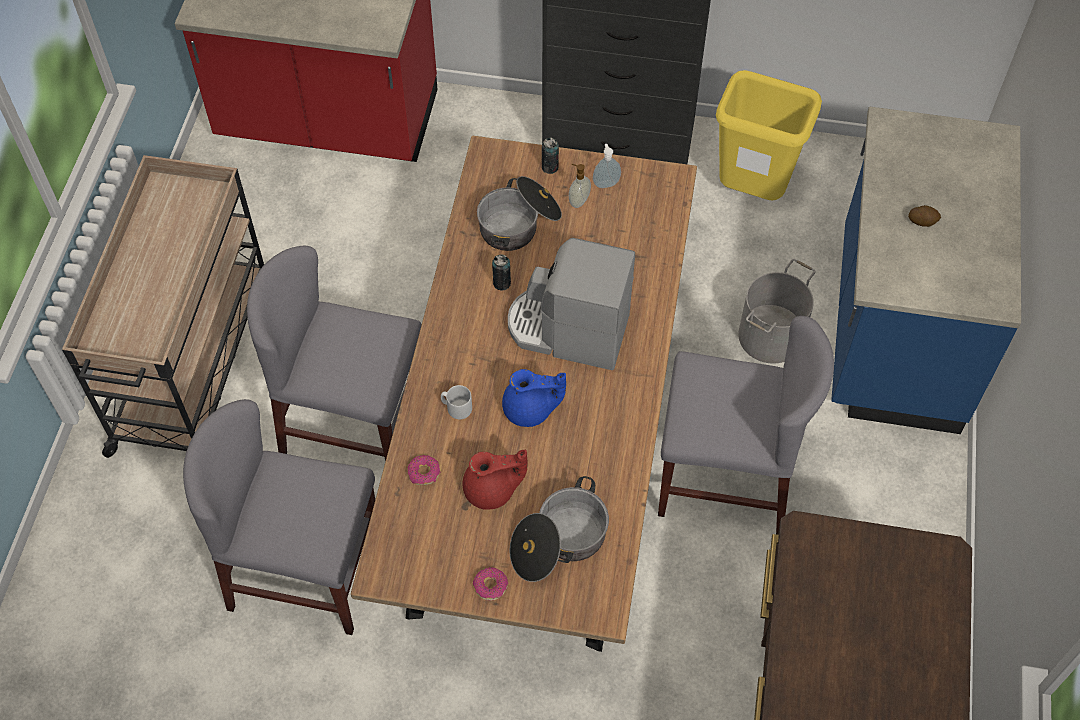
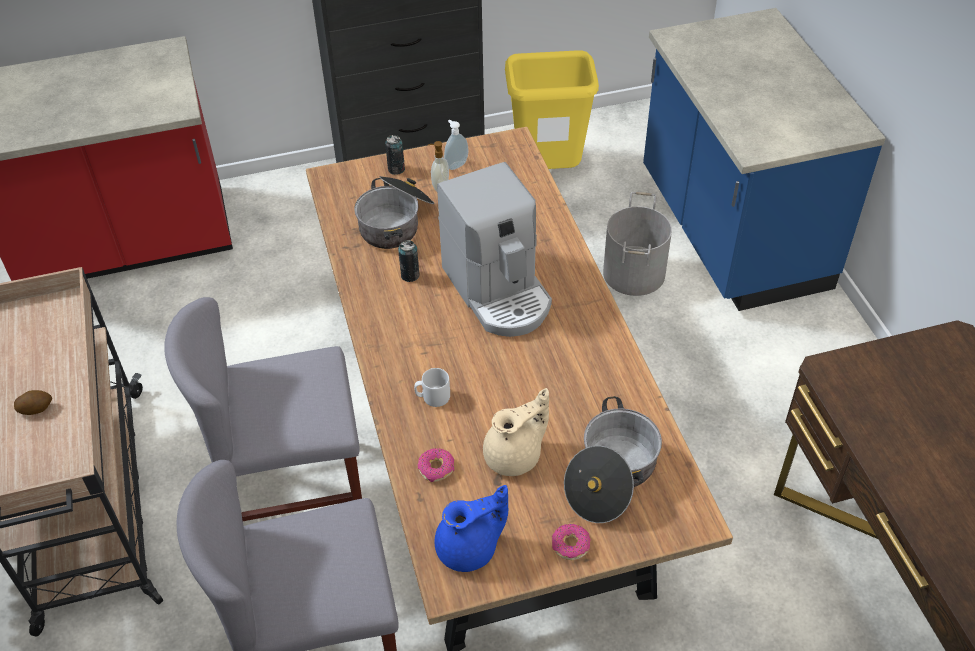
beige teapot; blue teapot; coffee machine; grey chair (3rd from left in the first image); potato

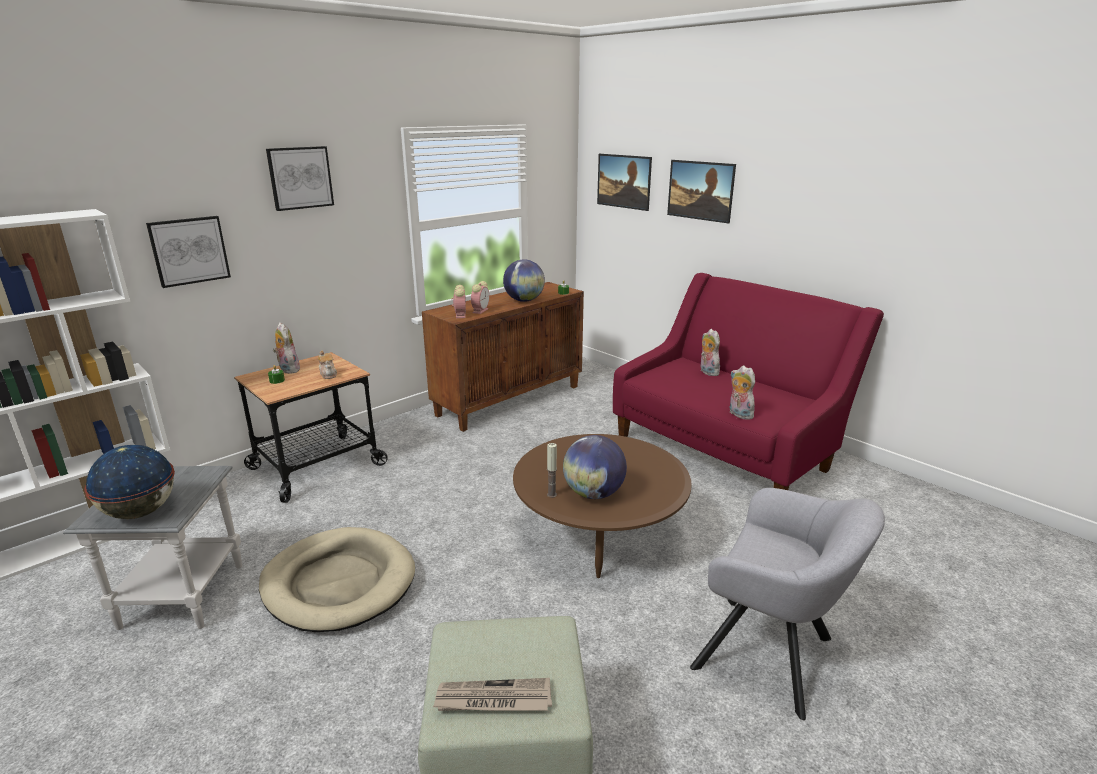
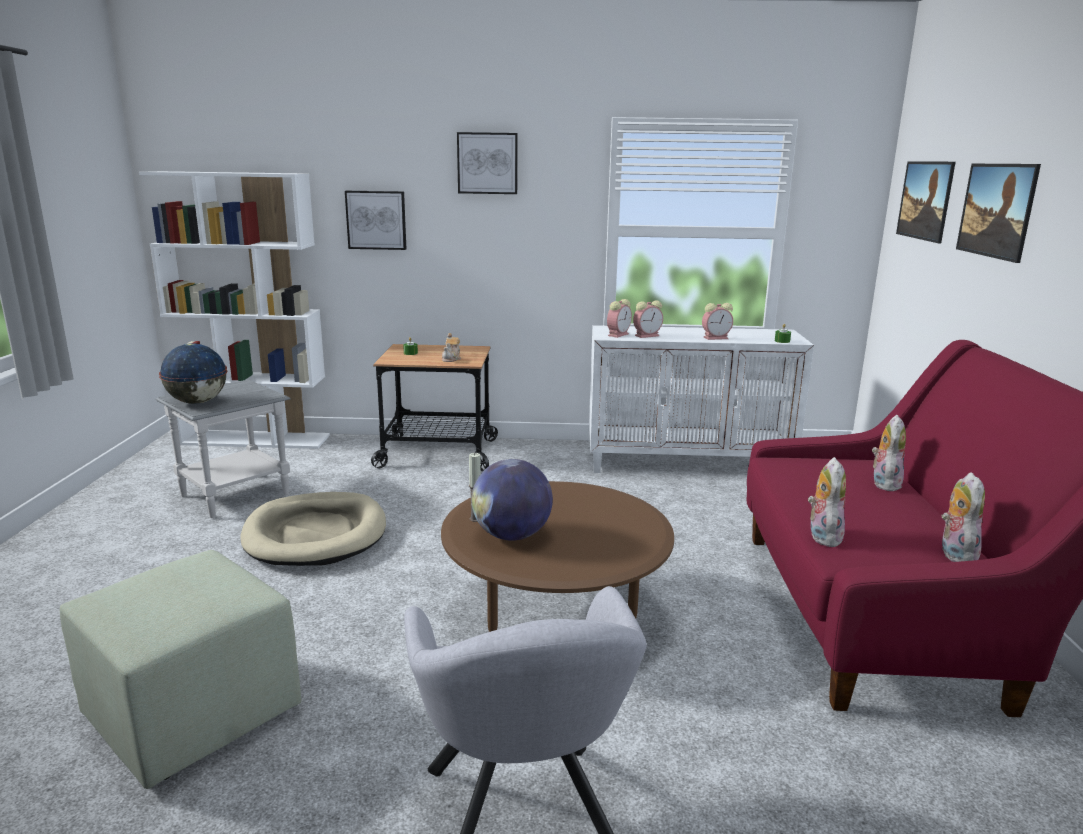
plush toy (3rd from left); white cabinet; newspaper; alarm clock (3rd from left)

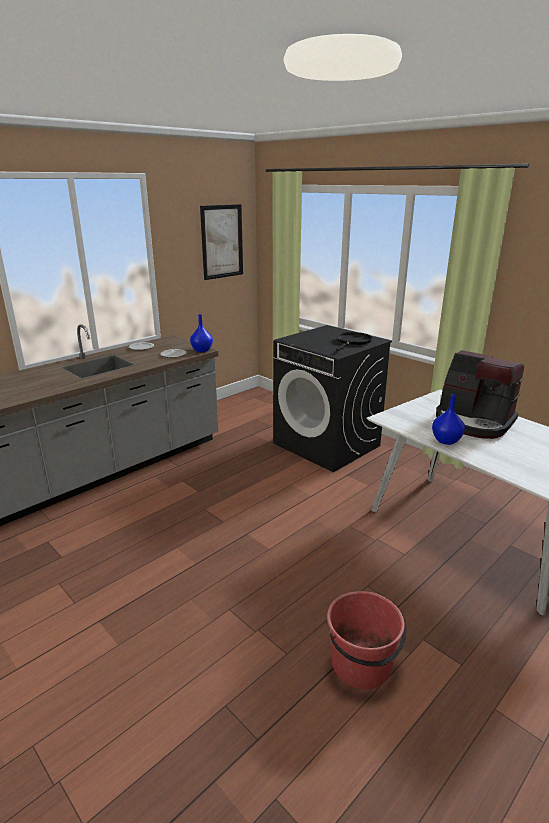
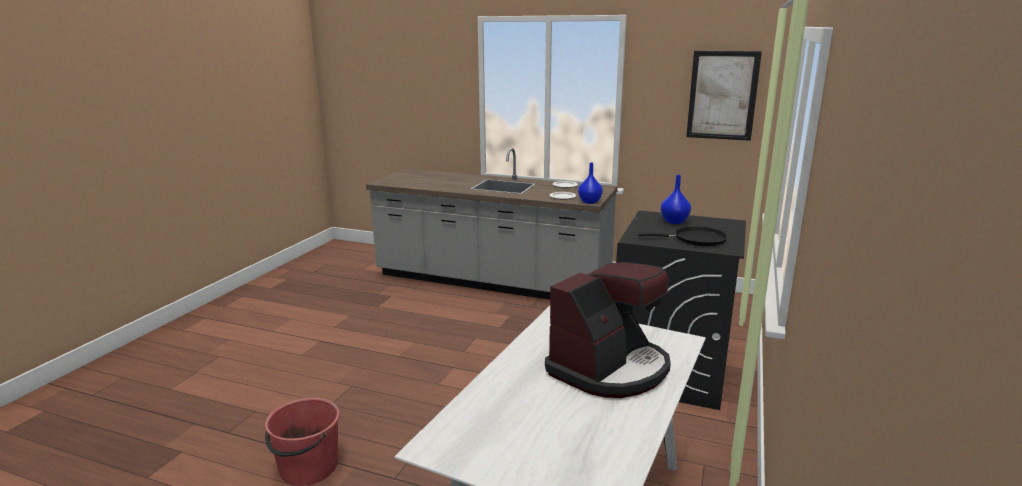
blue vase (2nd from left); coffee machine

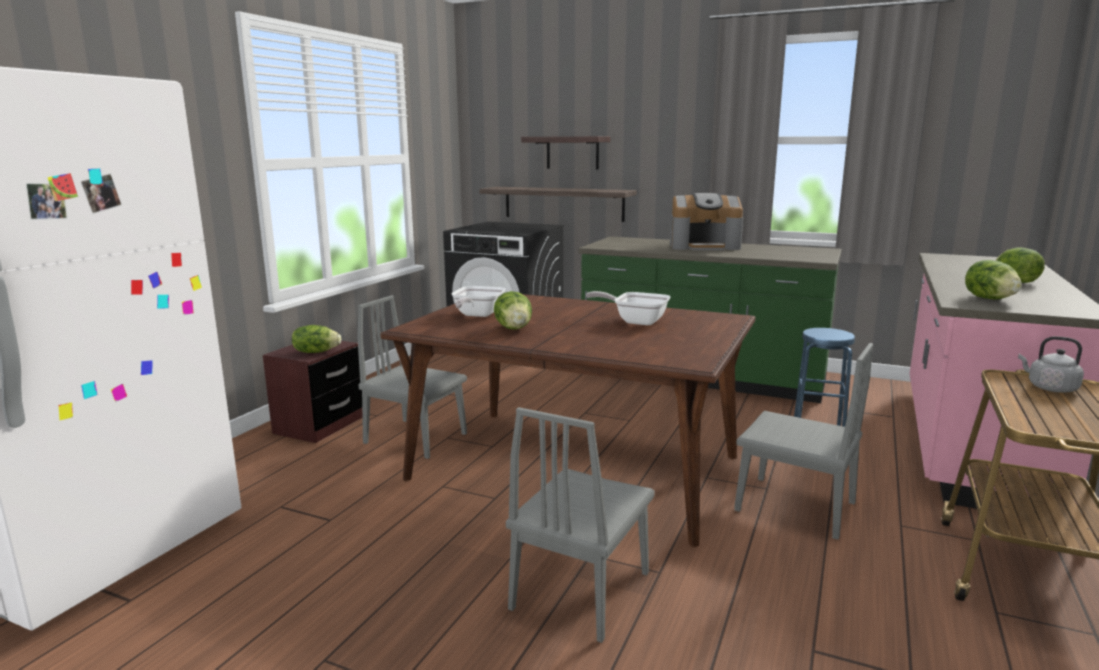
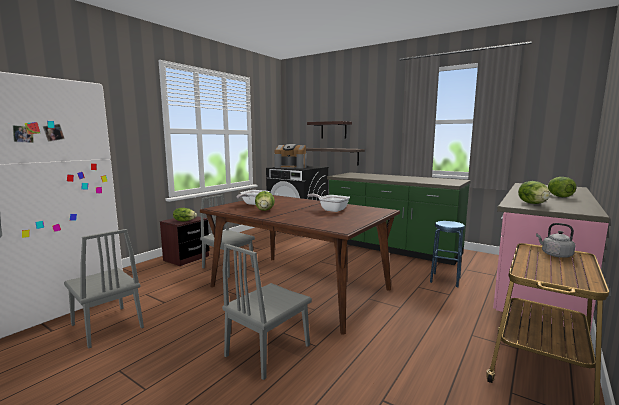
coffee machine; grey chair (1st from left)

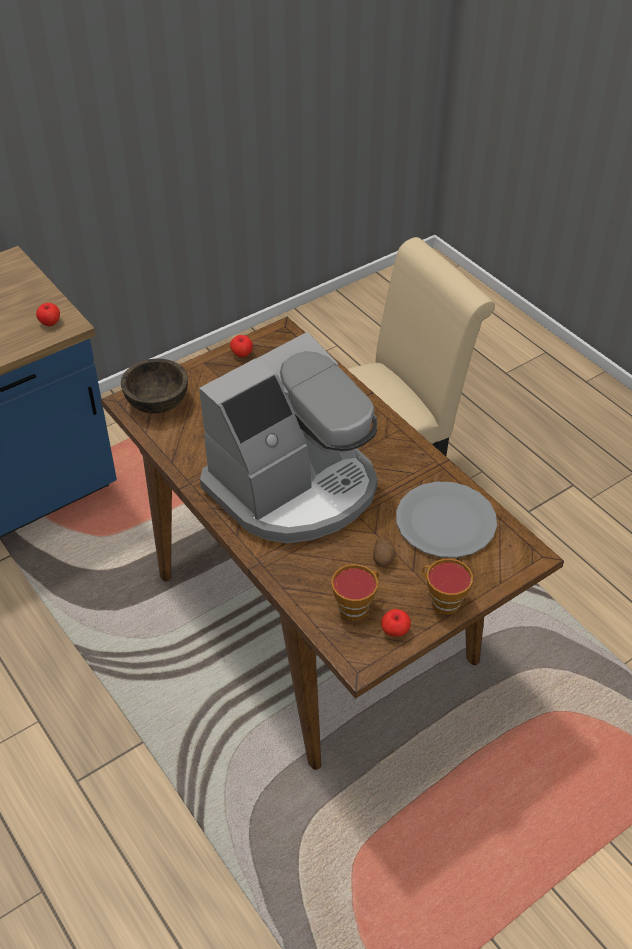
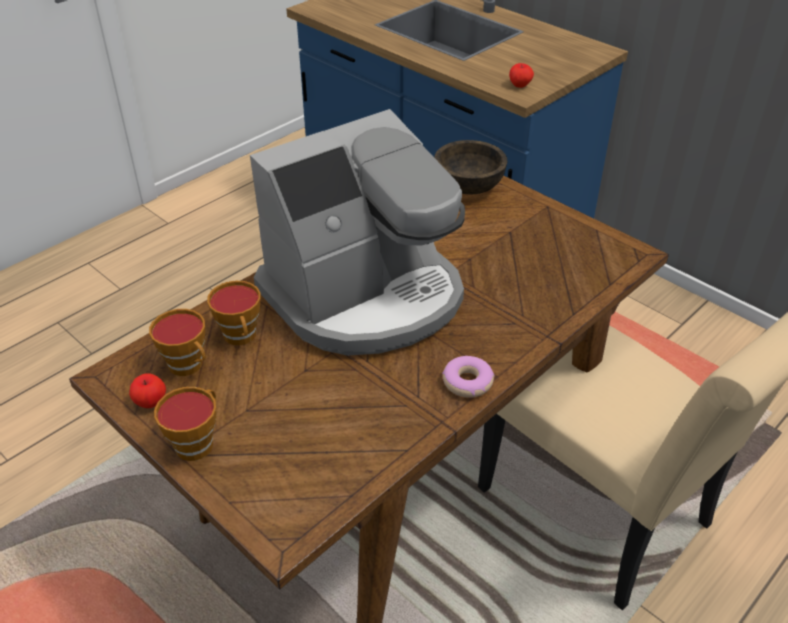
coffee machine; apple (2nd from left in the first image); potato; grey plate; cup (3rd from left); donut

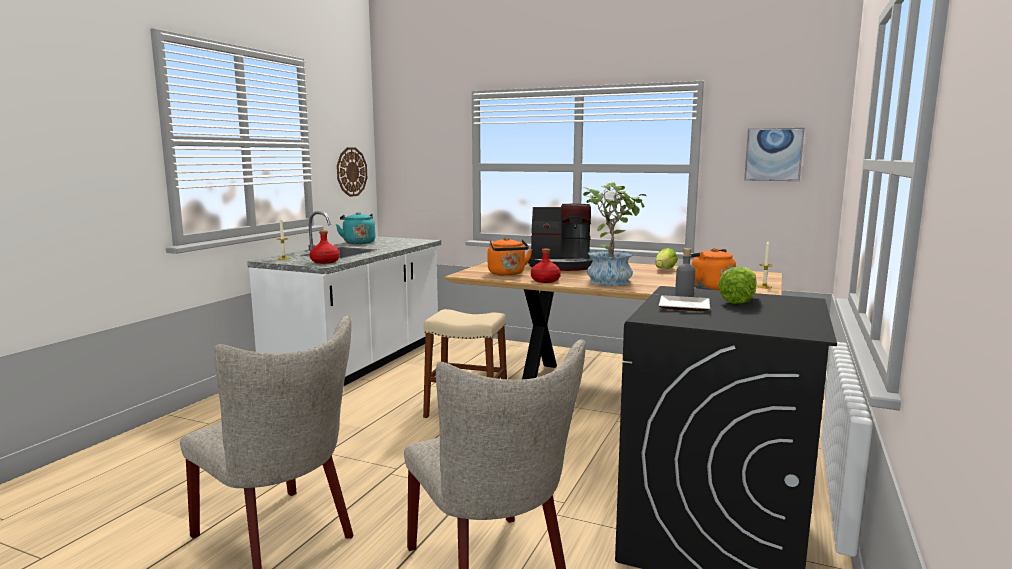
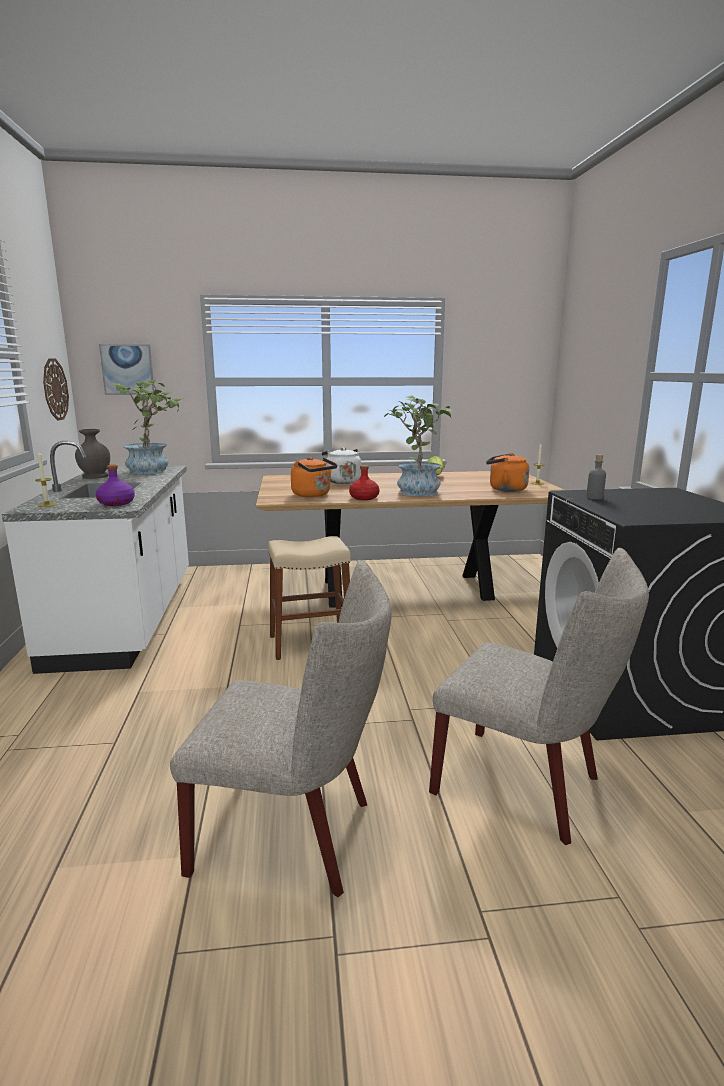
purple bottle; grey vase; white kettle; plate; lettuce (2nd from left in the first image); picture; potted plant (1st from left)

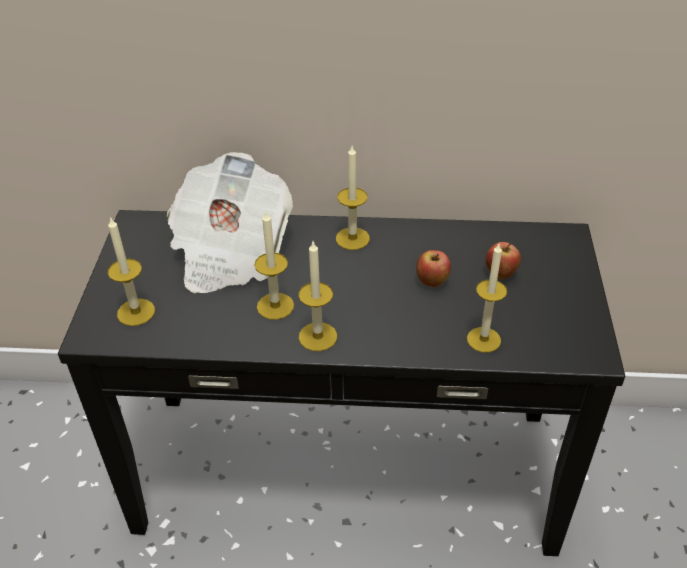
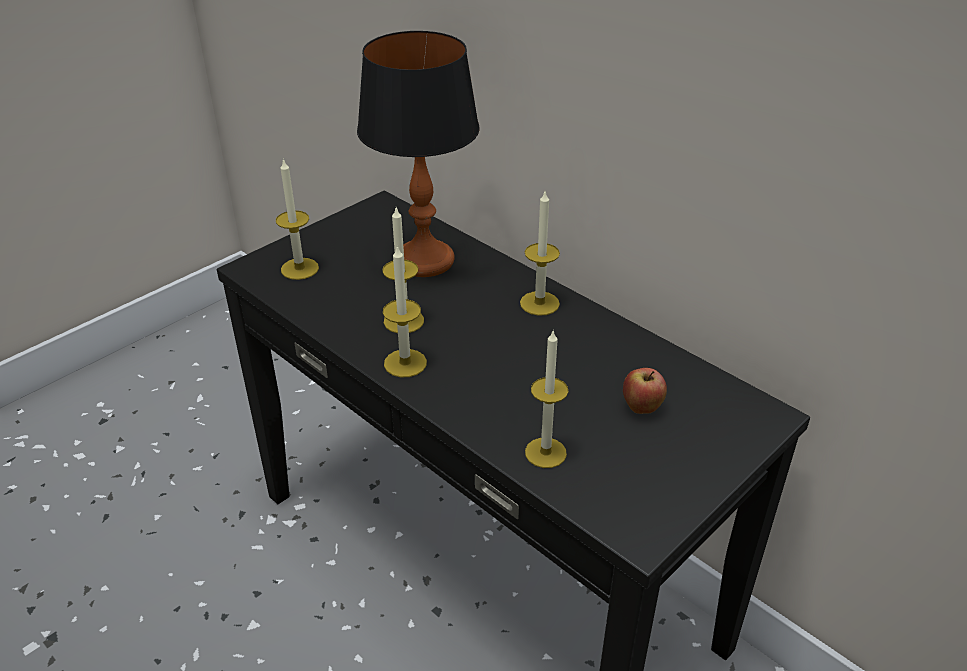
table lamp; apple (1st from left in the first image)

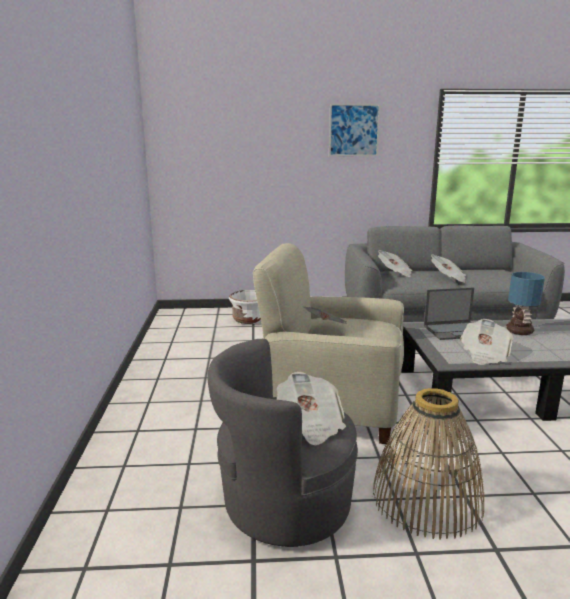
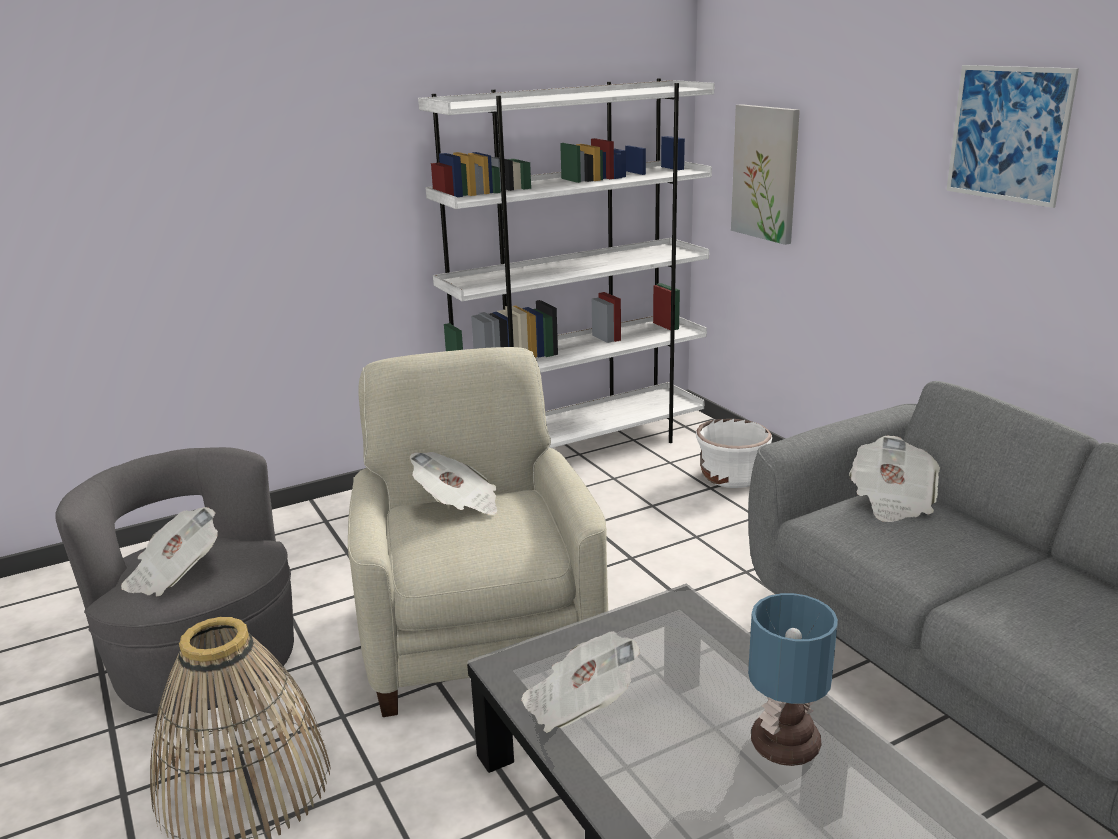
laptop; newspaper (4th from left in the first image); white bookcase; picture (1st from left)

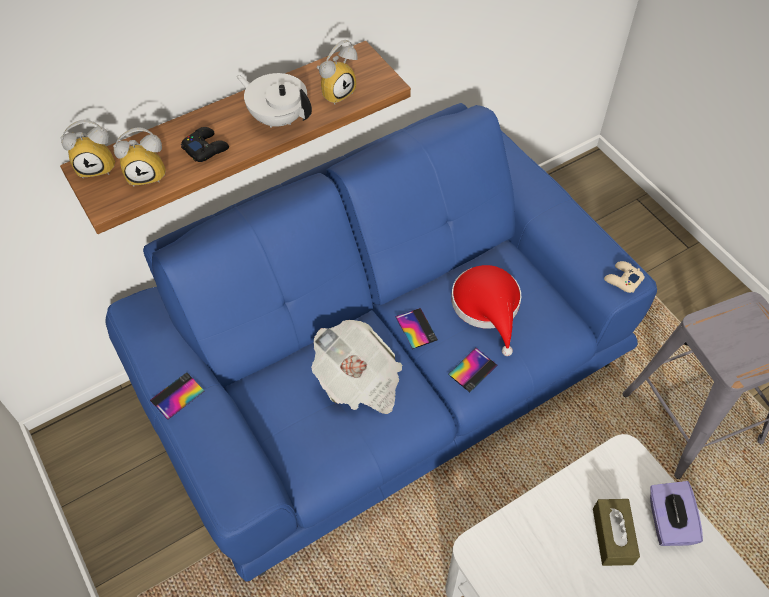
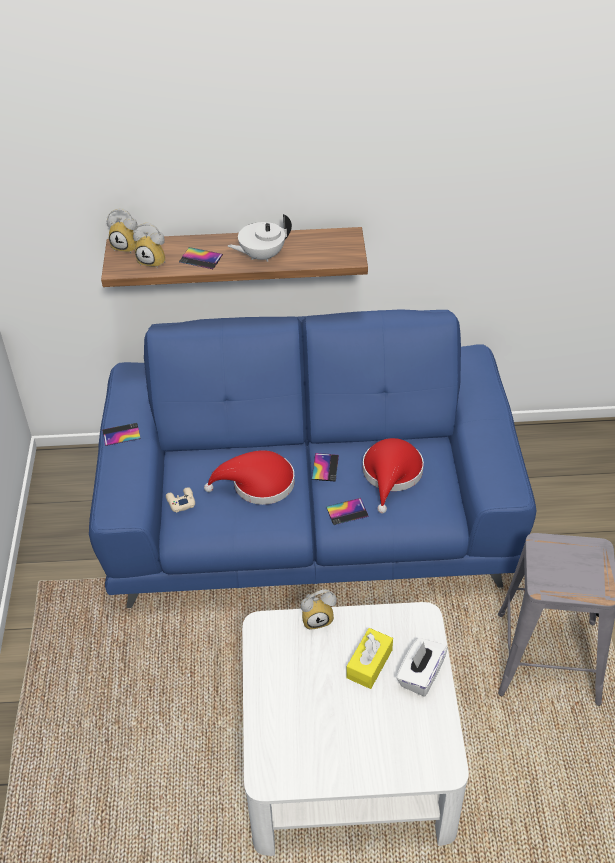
phone (2nd from left); white teapot; red hat (1st from left); alarm clock (3rd from left); yellow tissue box; beige game controller; white tissue box

